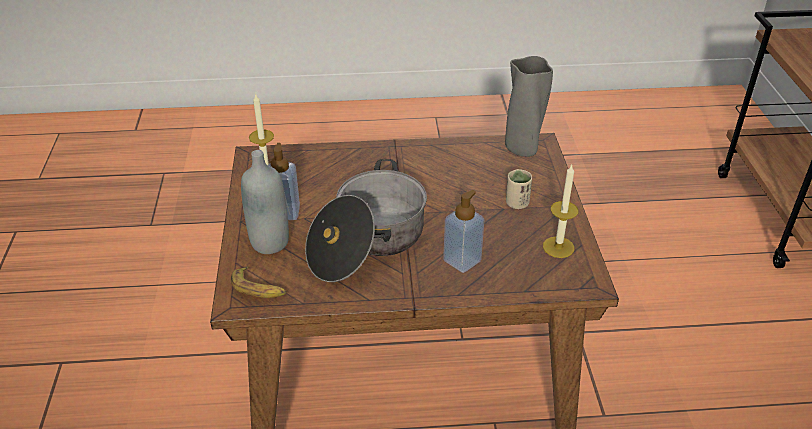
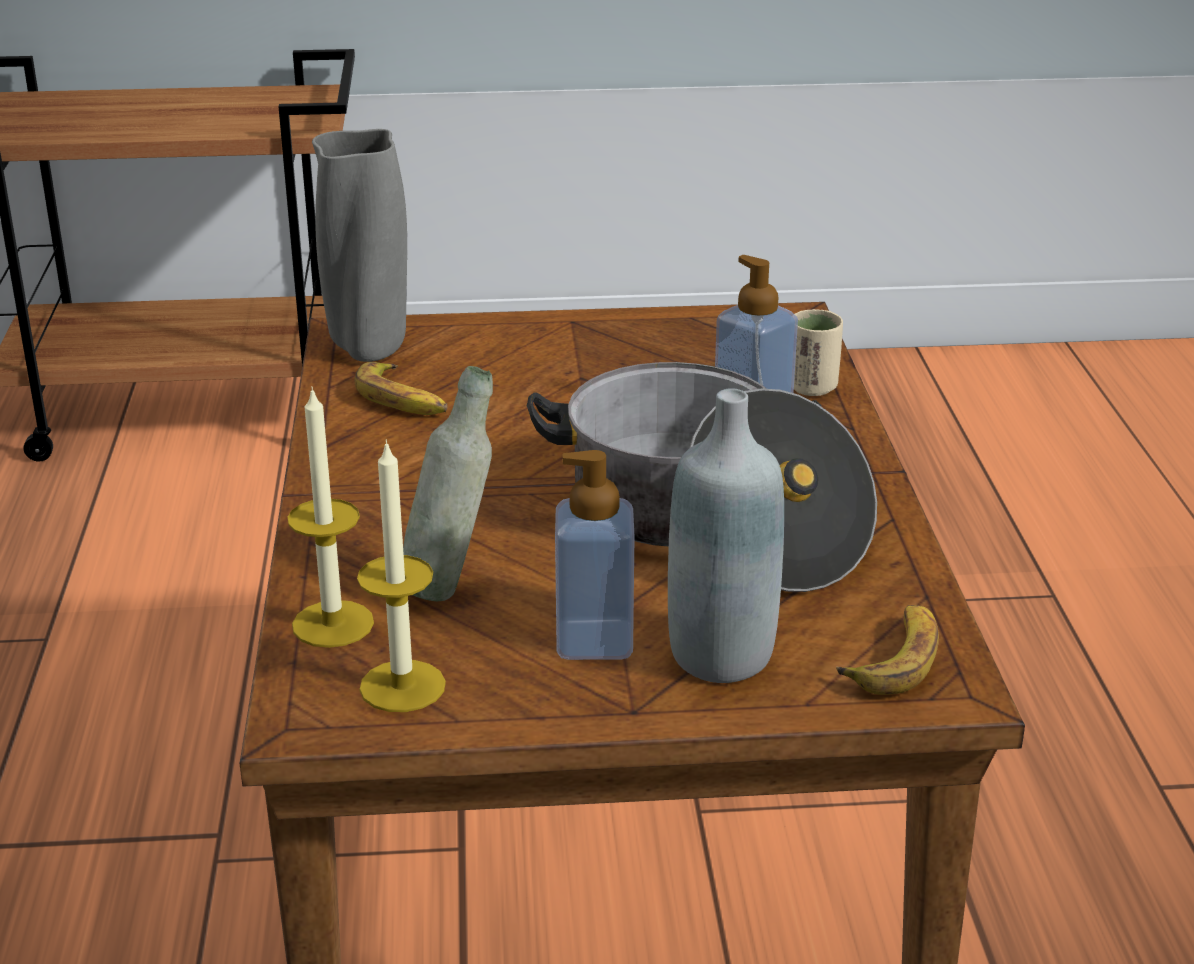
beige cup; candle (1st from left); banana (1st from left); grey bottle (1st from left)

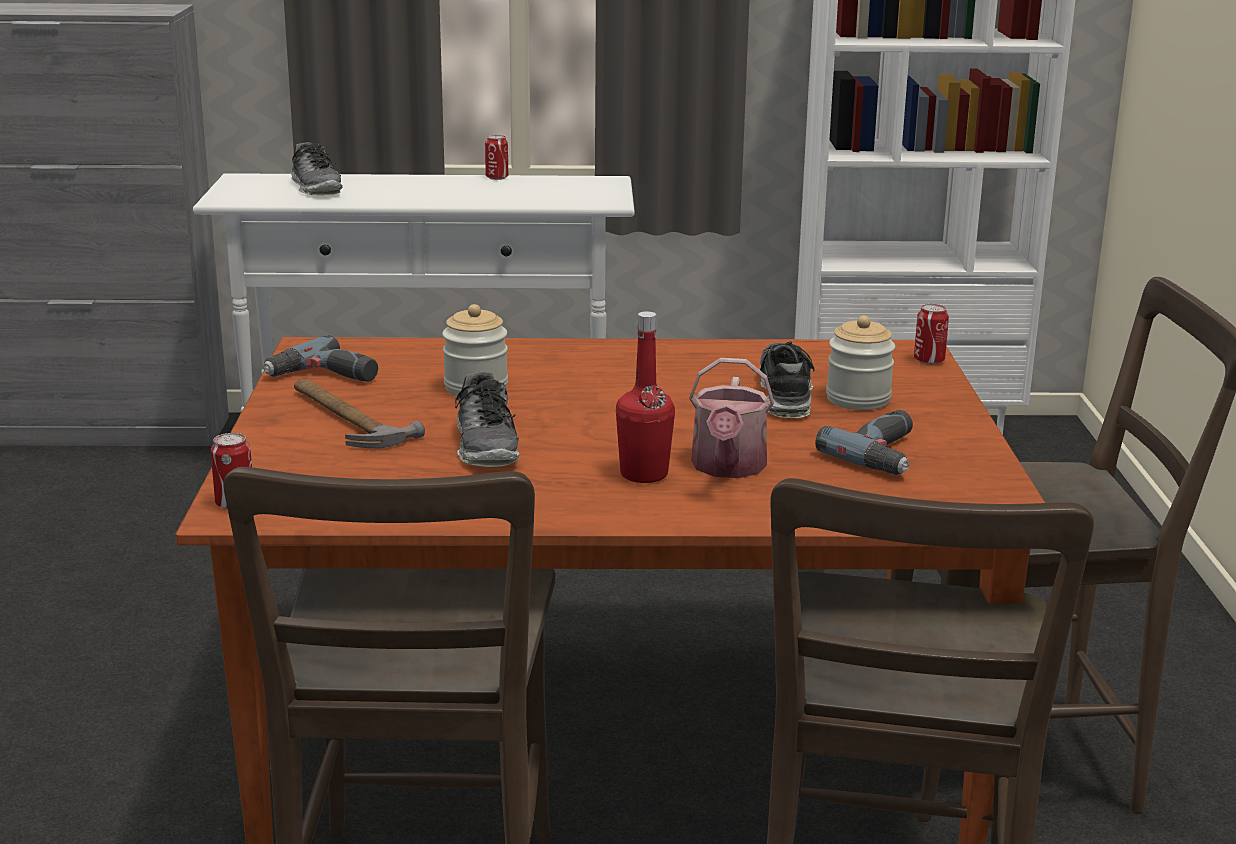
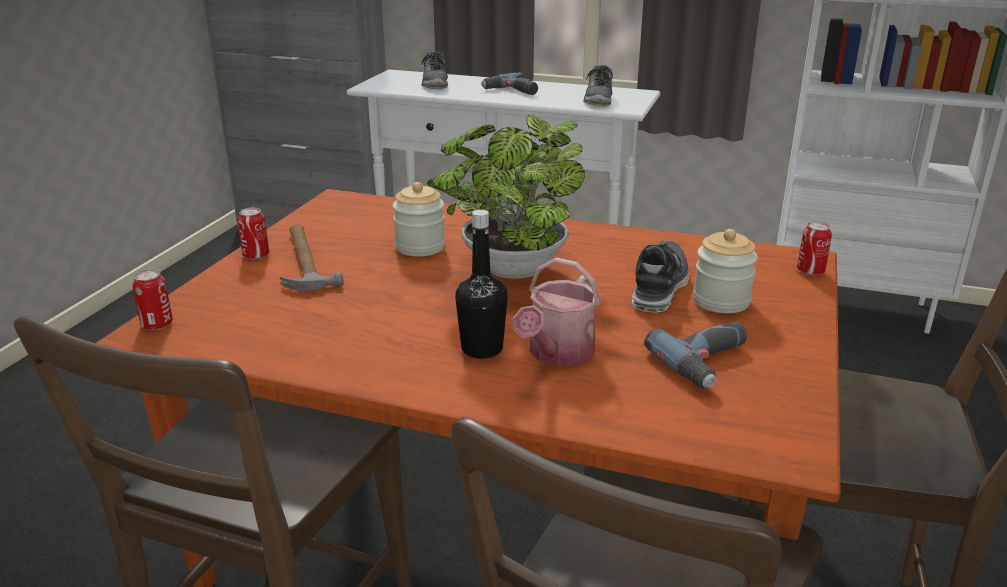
power drill (1st from left); shoe (2nd from left); can (2nd from left); black bottle; potted plant

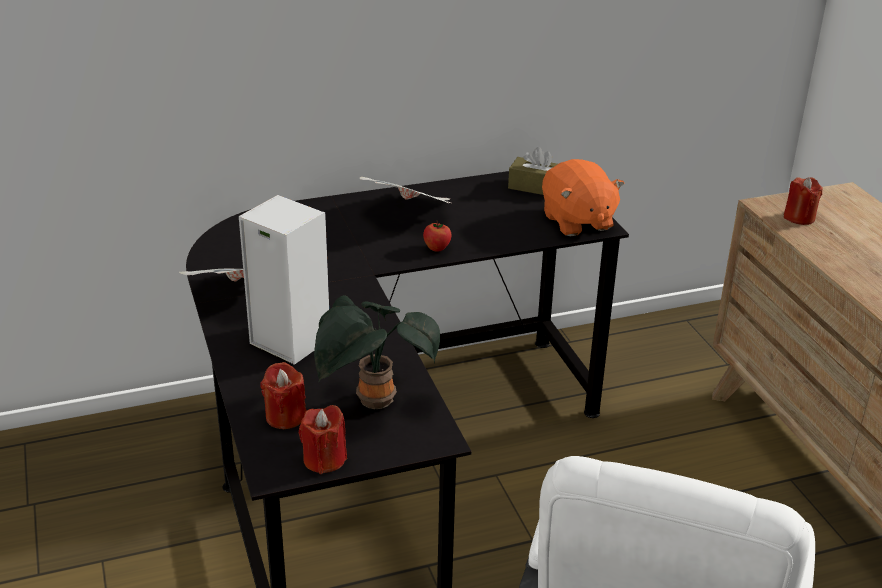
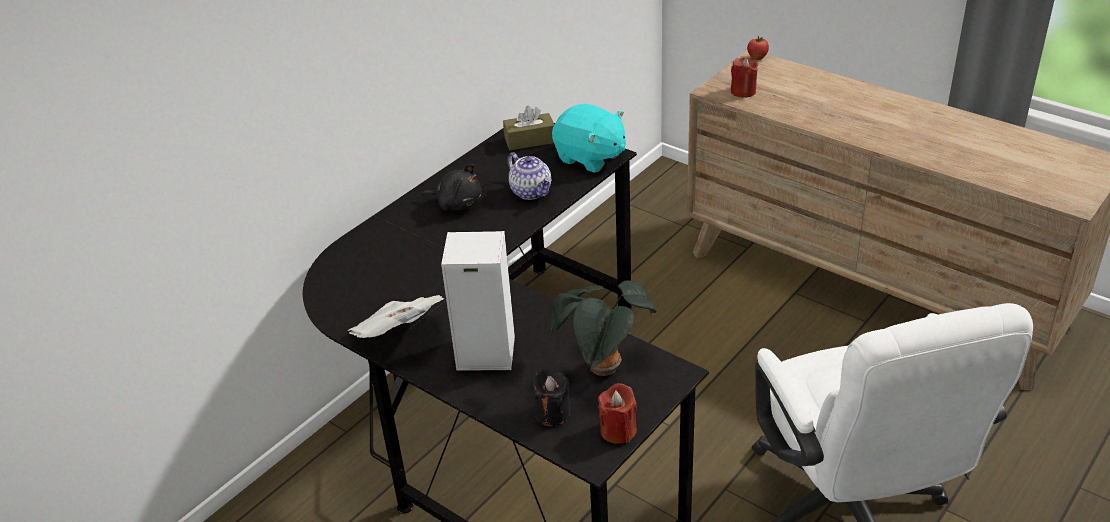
black candle; black plush toy; apple; turquoise plush toy; teapot

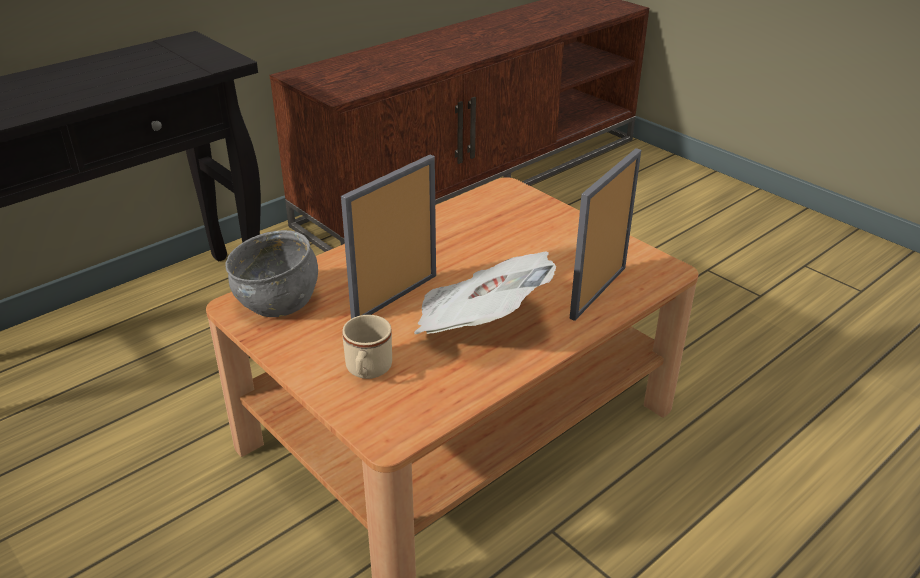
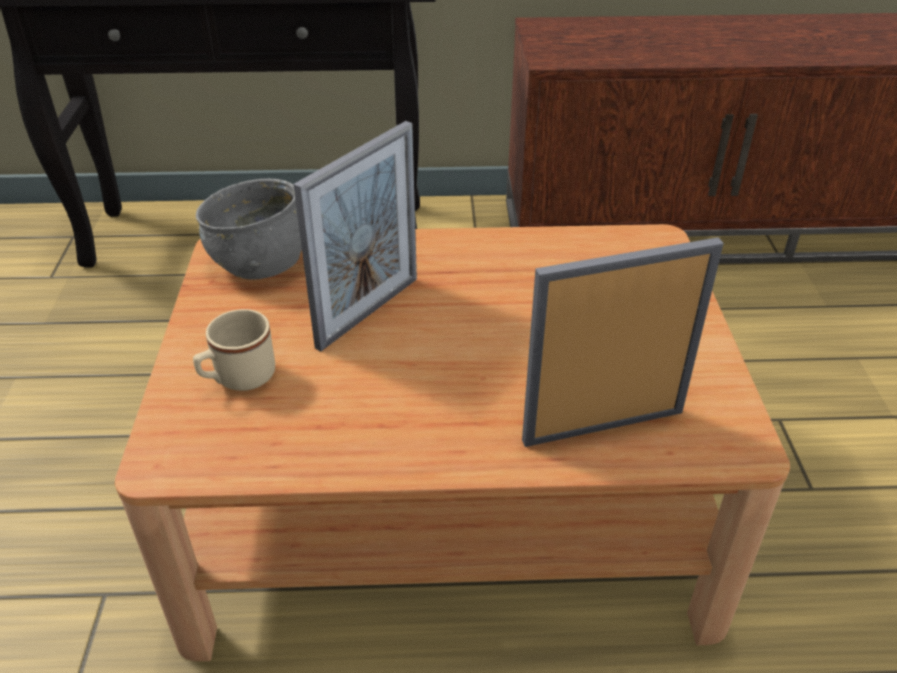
picture frame (1st from left); newspaper

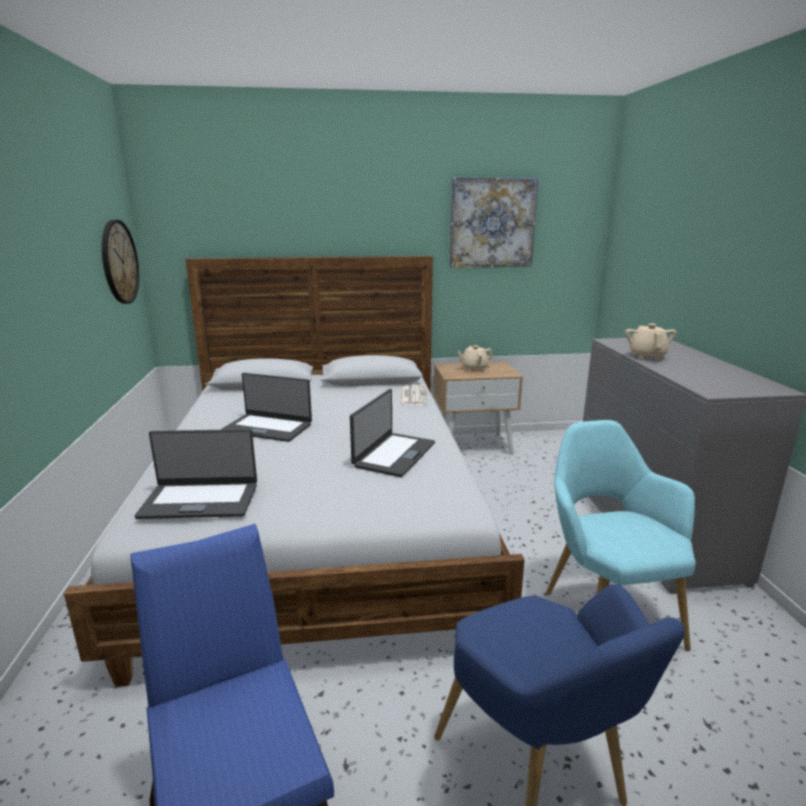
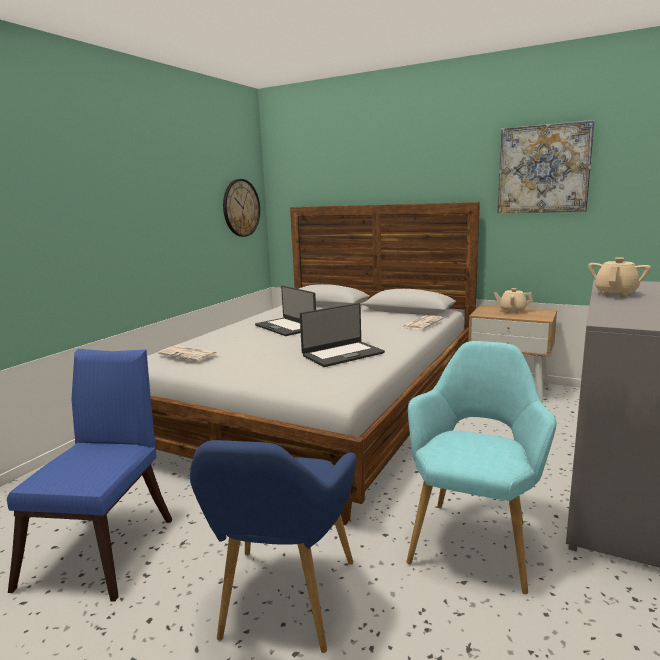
newspaper (1st from left)

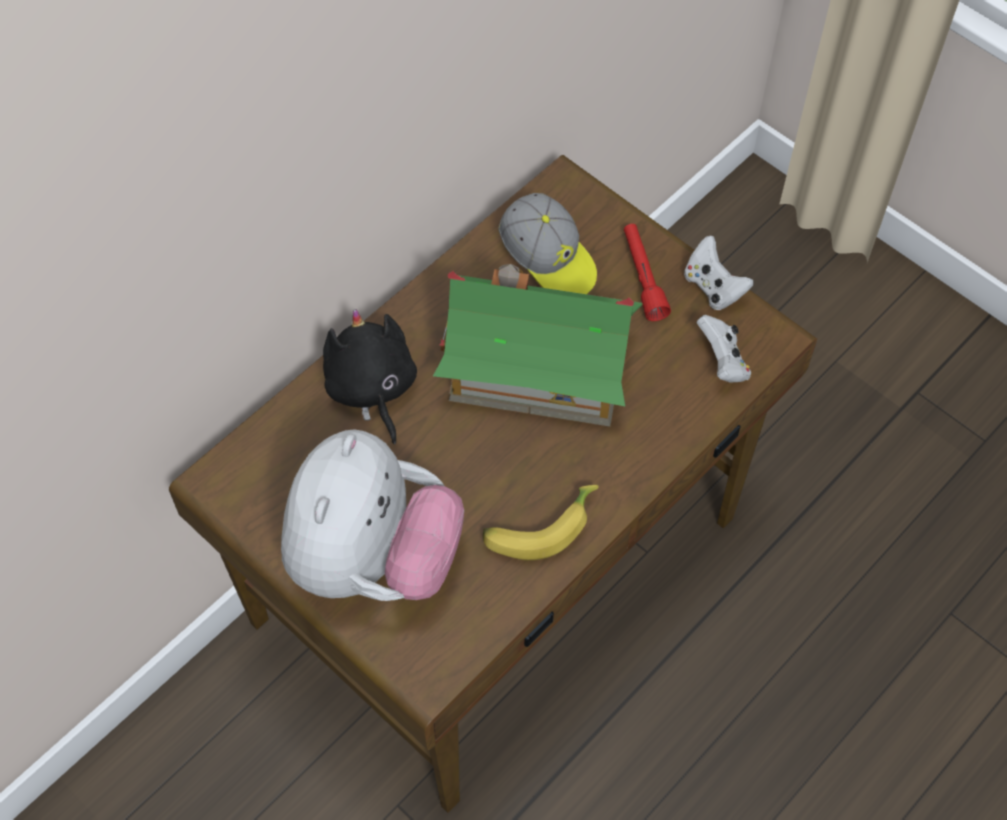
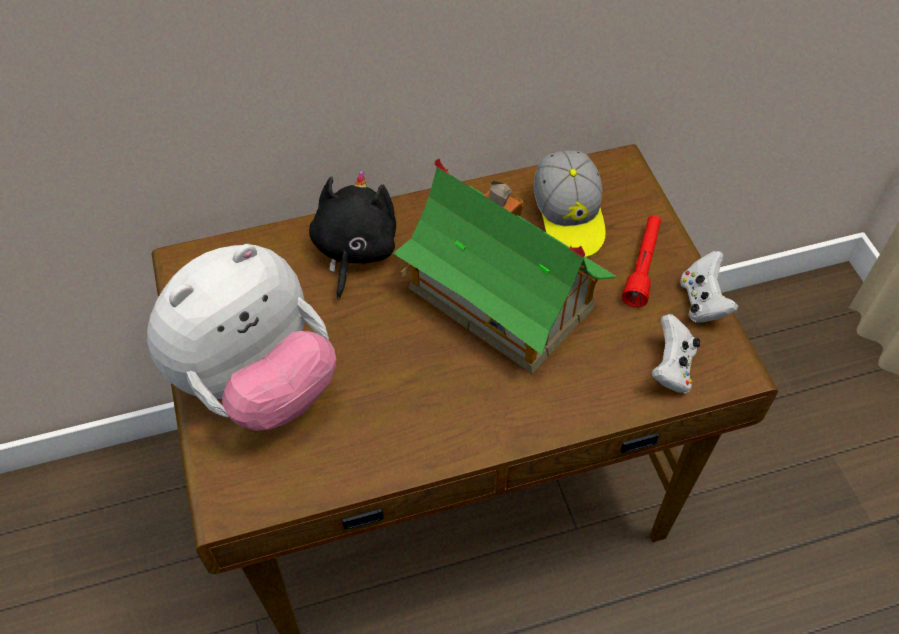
banana

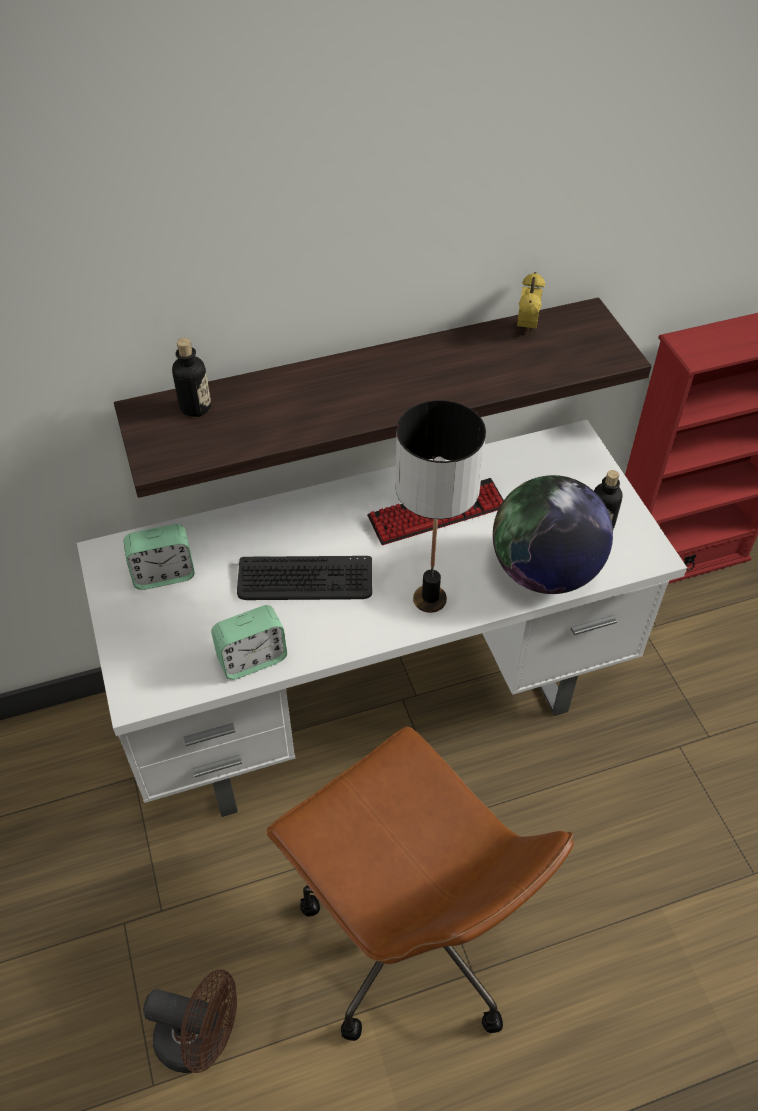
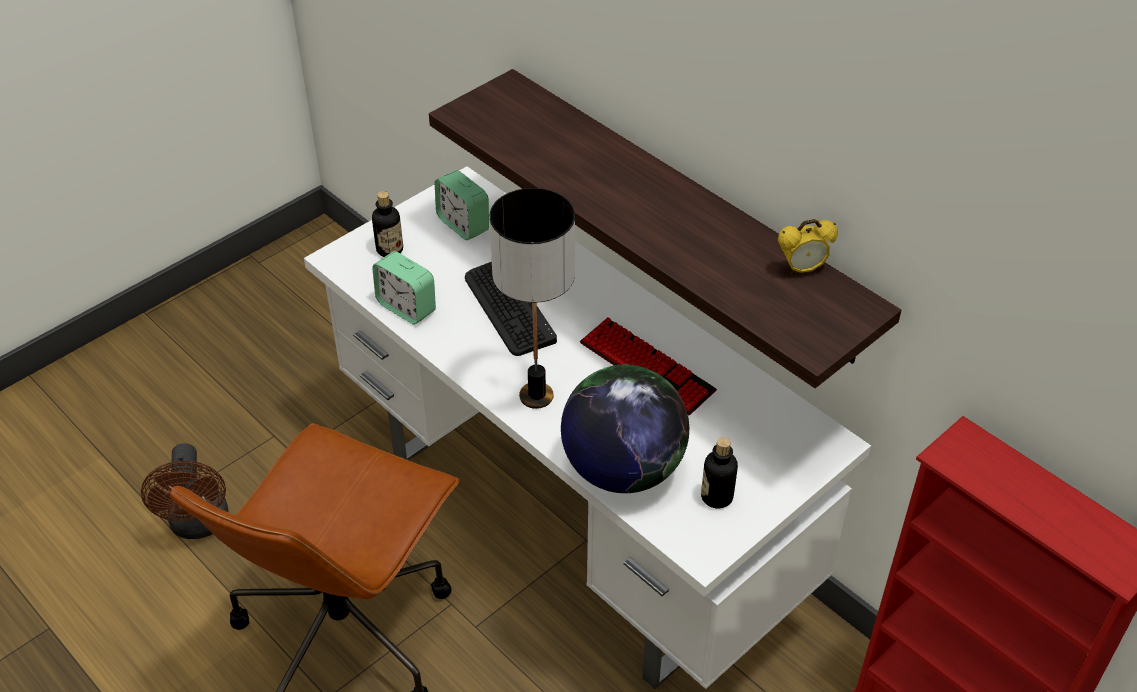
bottle (1st from left)

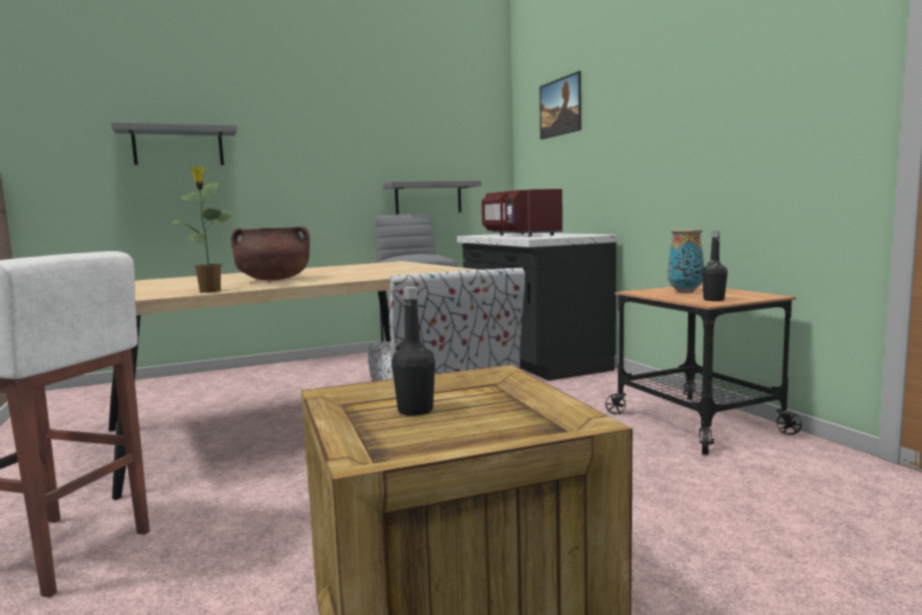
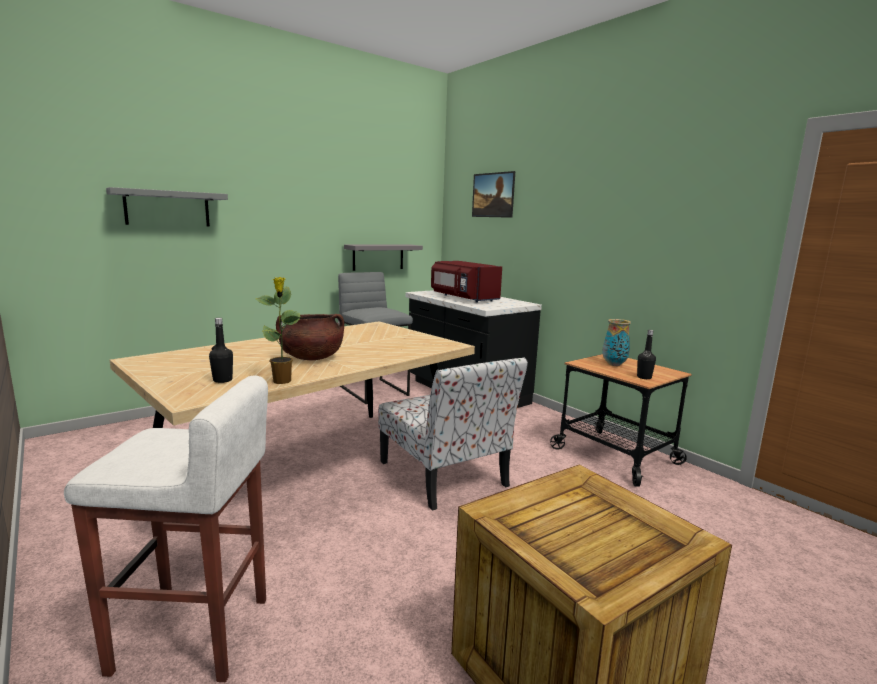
black bottle (1st from left)

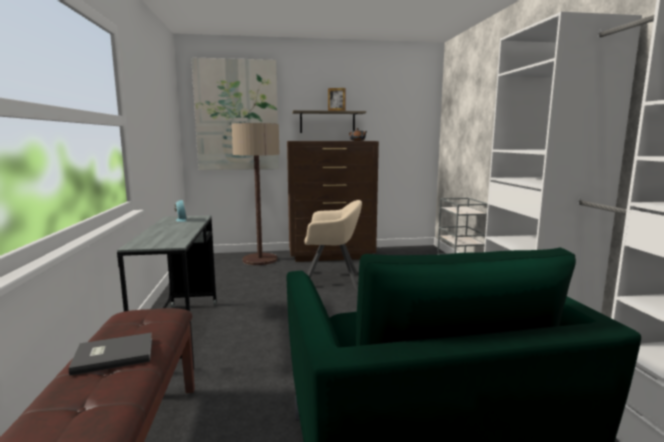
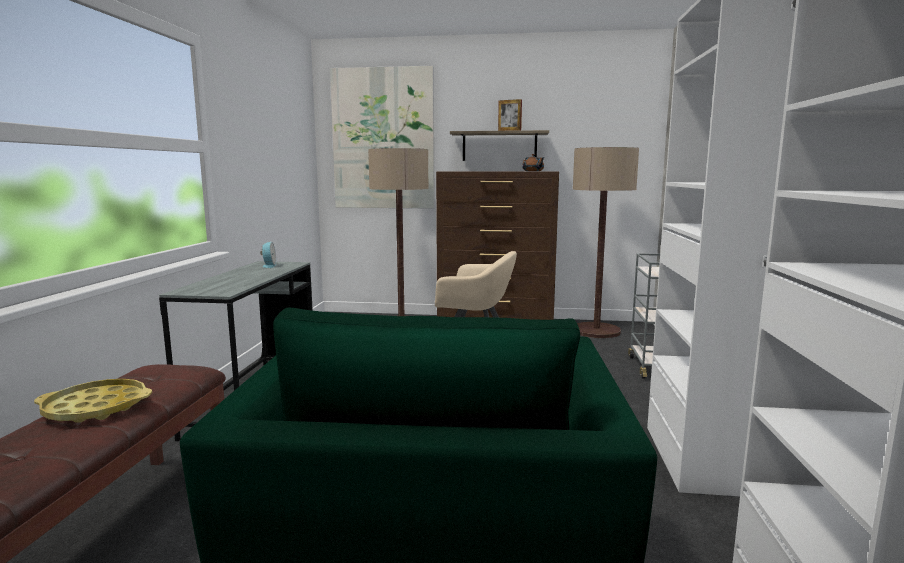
yellow tray; floor lamp (2nd from left)

